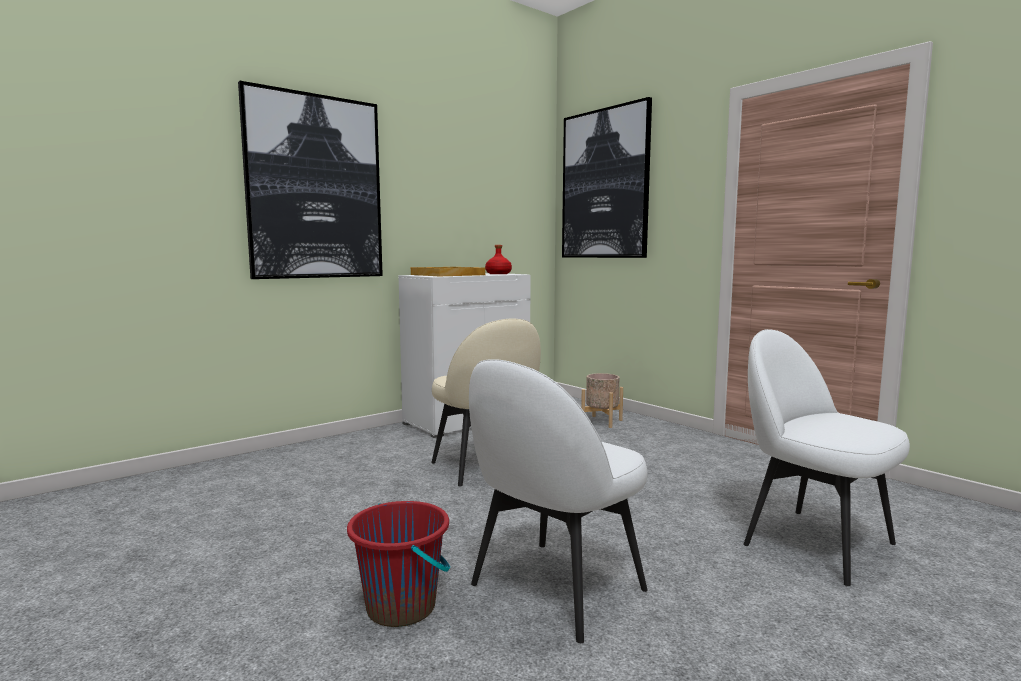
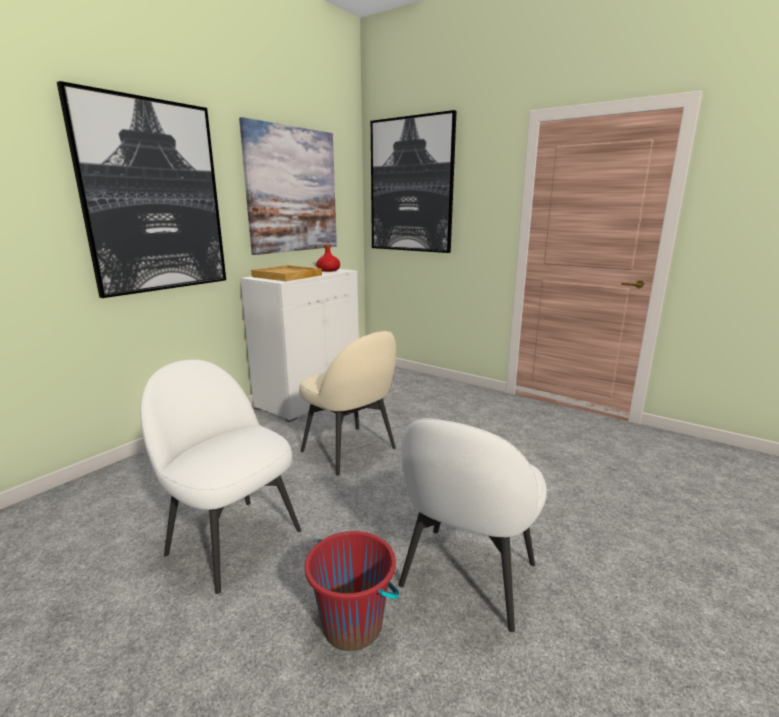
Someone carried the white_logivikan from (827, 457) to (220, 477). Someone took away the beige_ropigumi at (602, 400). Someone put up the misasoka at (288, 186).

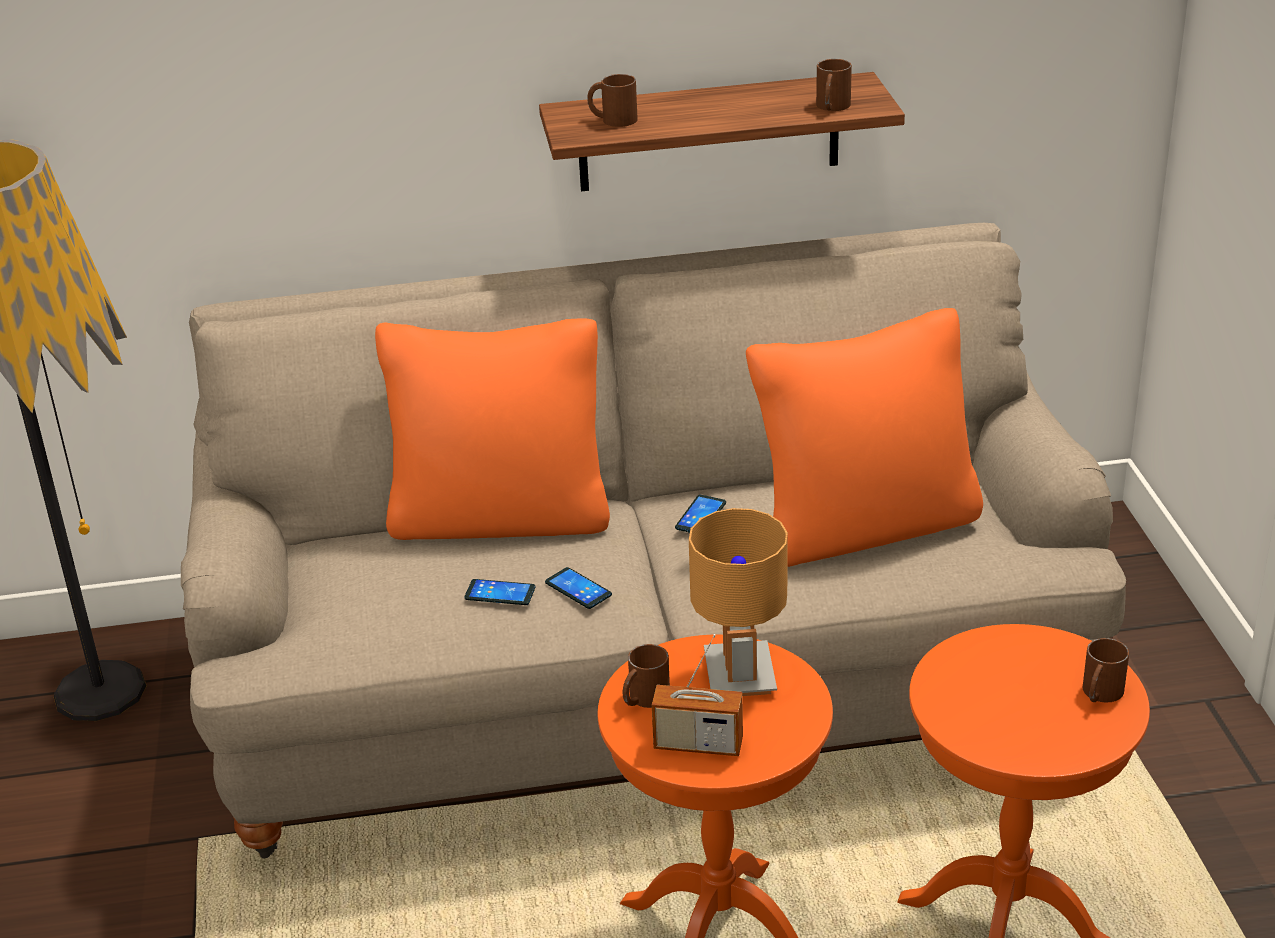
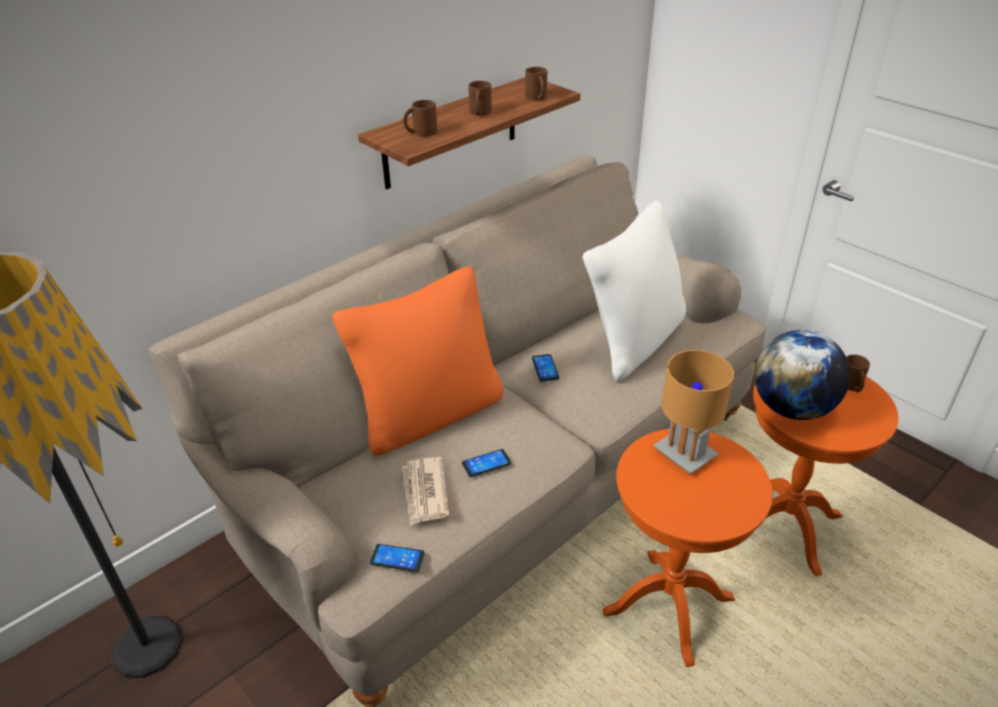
Someone repainted the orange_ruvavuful at (864, 437), which became the white_ruvavuful at (634, 291). Someone carried the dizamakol from (578, 588) to (397, 558). Someone took away the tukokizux at (697, 695). Someone carried the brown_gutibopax from (646, 676) to (480, 98). Someone put down the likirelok at (802, 375). Someone put down the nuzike at (425, 491).

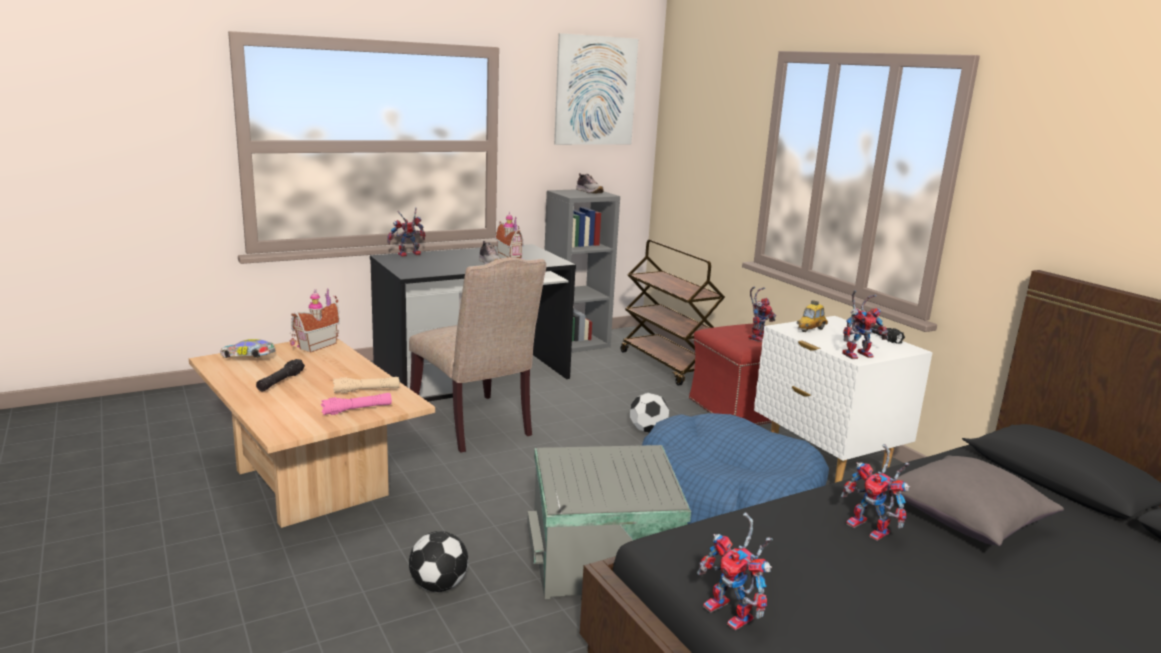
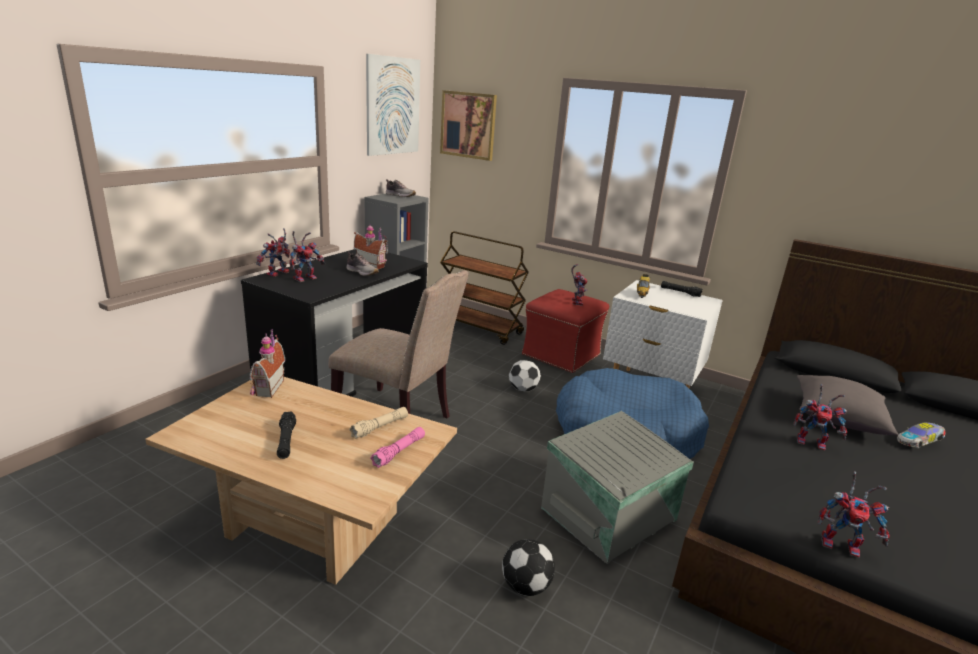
Someone carried the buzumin from (865, 324) to (307, 256). Someone carried the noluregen from (248, 348) to (921, 435). Someone put up the misasoka at (468, 125).

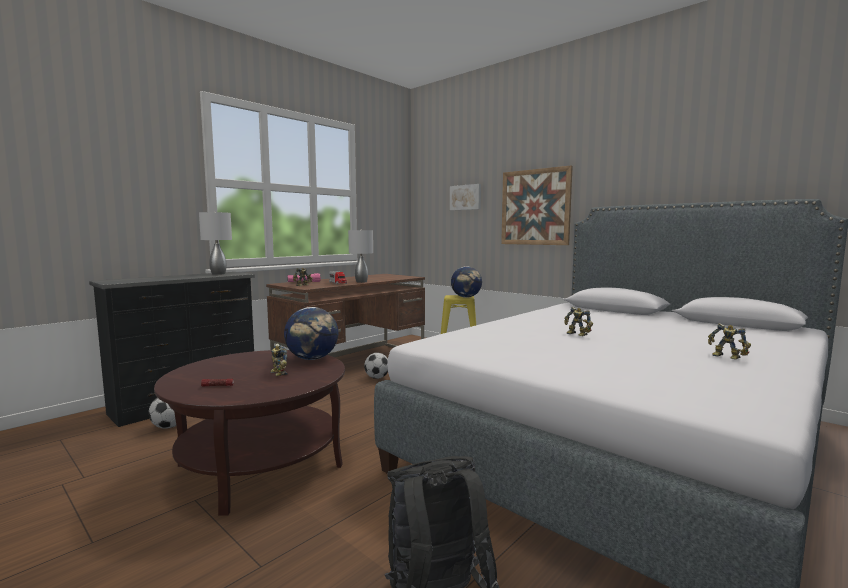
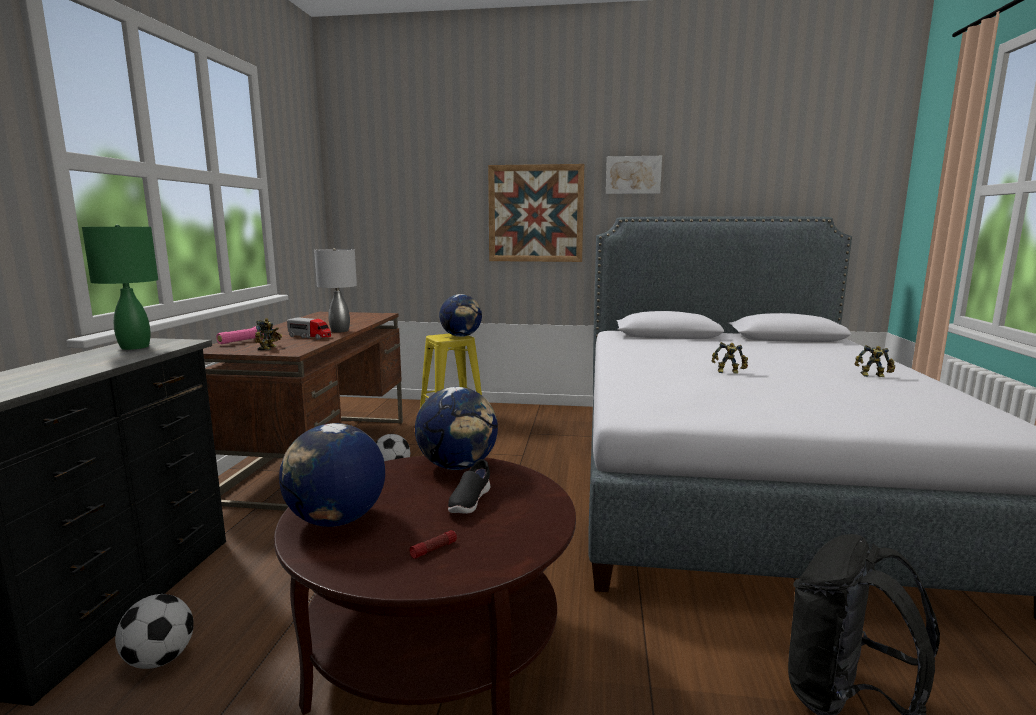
Someone carried the misasoka from (465, 197) to (634, 175). Someone repainted the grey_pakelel at (215, 243), which became the green_pakelel at (120, 287). Someone swapped the buzumin at (279, 359) for the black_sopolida at (469, 486). Someone put down the likirelok at (332, 475).

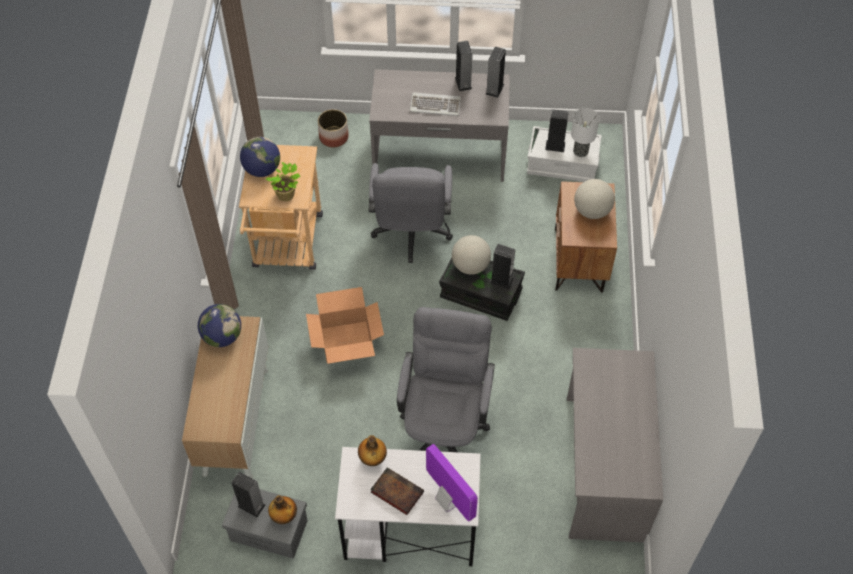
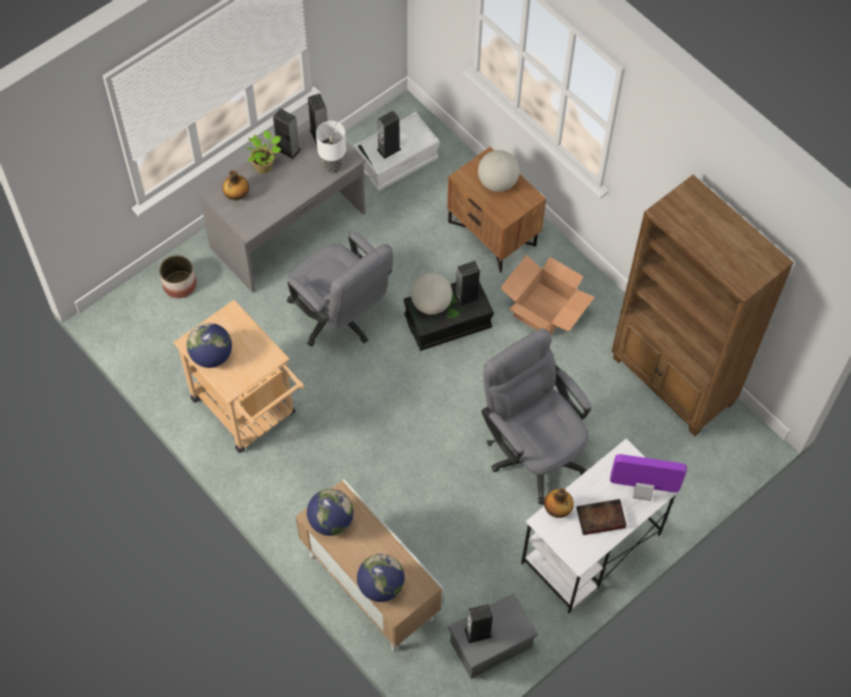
Someone took away the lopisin at (435, 104). Someone carried the pakelel from (585, 132) to (331, 147). Someone carried the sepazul from (283, 181) to (264, 152). Someone carried the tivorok from (345, 325) to (547, 294). Someone swapped the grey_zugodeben at (615, 445) for the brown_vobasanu at (703, 305). Someone carried the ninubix from (282, 509) to (236, 185). Someone put down the likirelok at (381, 578).

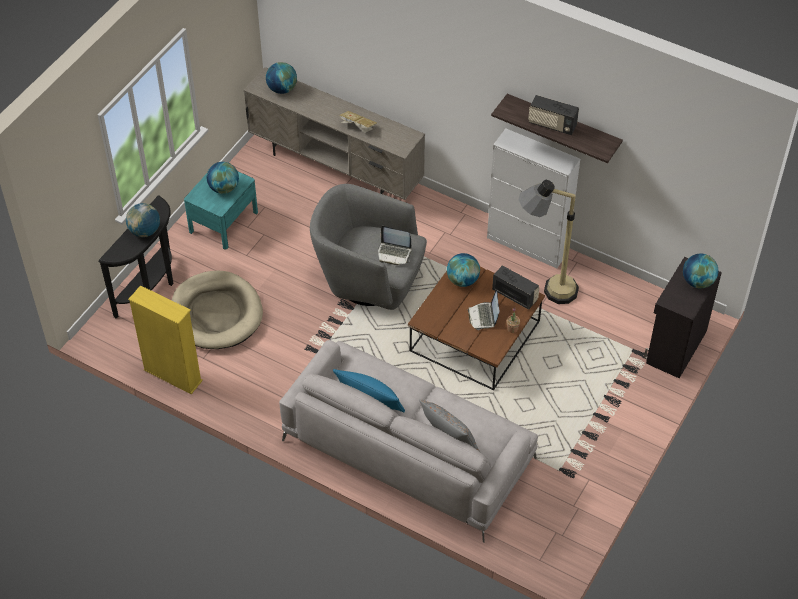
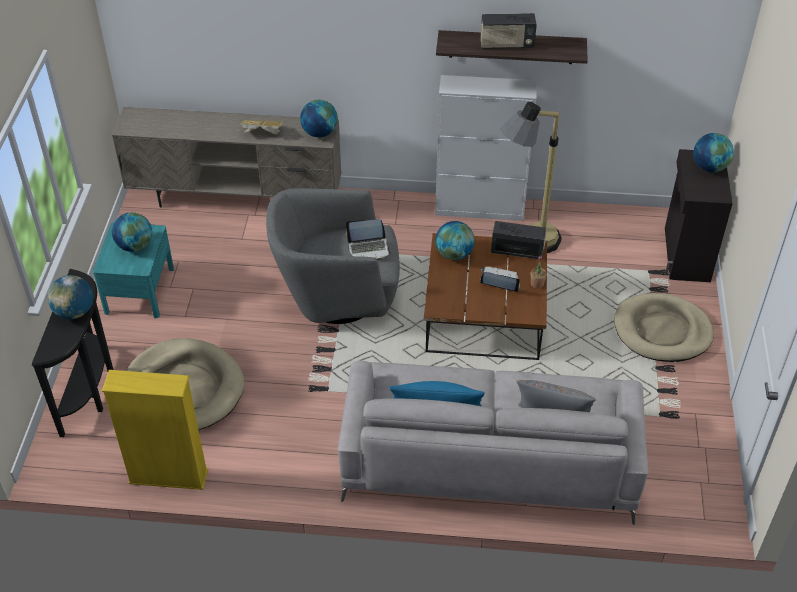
Someone carried the likirelok from (281, 78) to (319, 118). Someone rotated the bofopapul at (483, 309) by 135 degrees clockwise. Someone put down the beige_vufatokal at (664, 327).

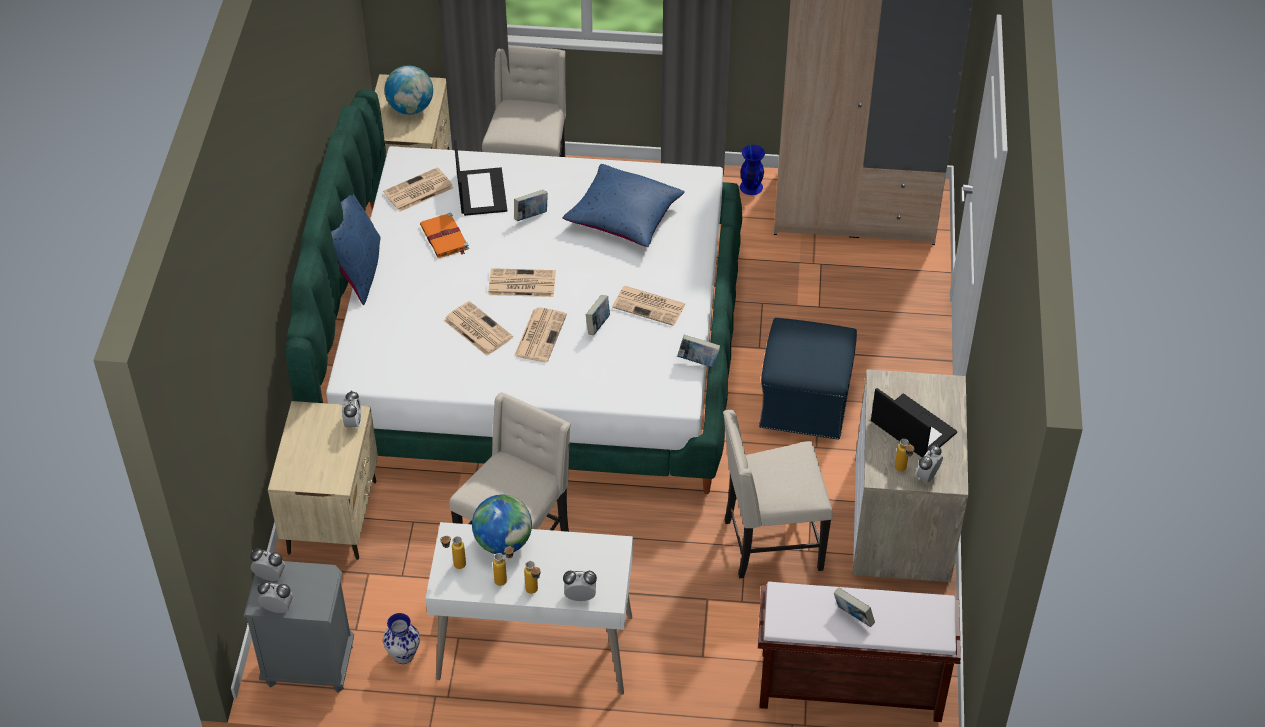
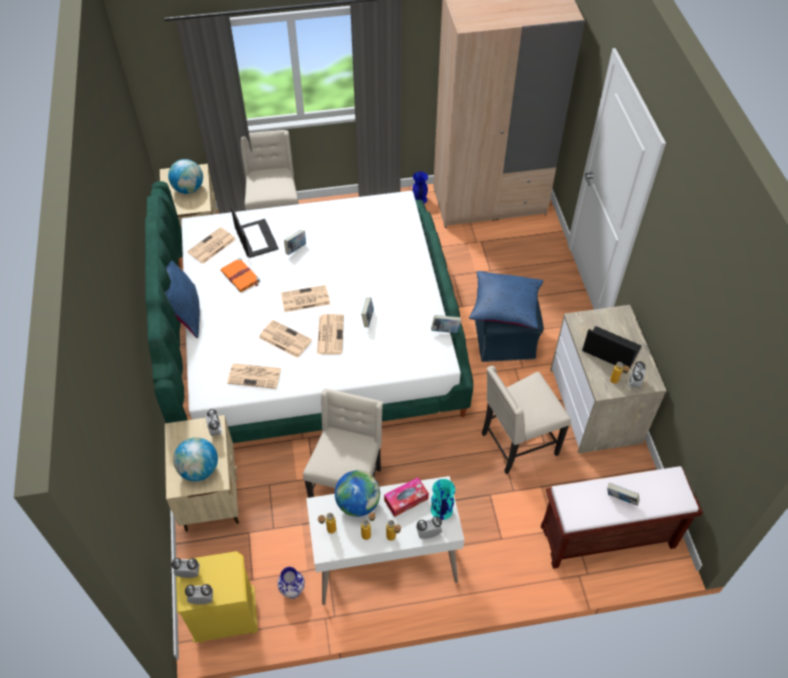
Someone carried the blue_ruvavuful from (624, 205) to (506, 300). Someone carried the nuzike from (648, 306) to (254, 376). Someone repainted the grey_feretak at (298, 627), which became the yellow_feretak at (217, 597). Someone put down the likirelok at (195, 459). Someone put down the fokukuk at (406, 497). Someone put down the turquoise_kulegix at (443, 499).

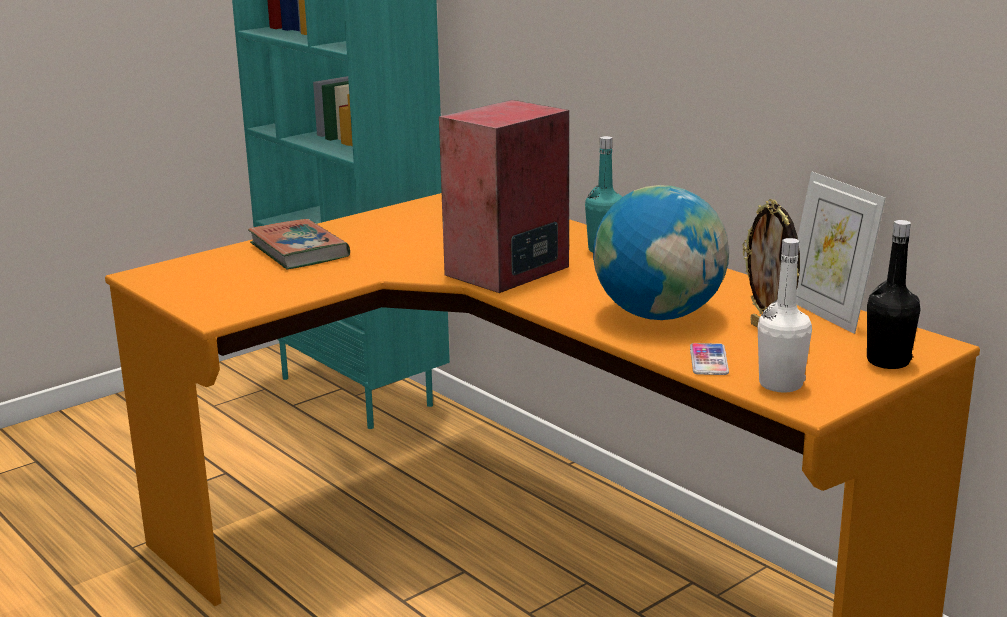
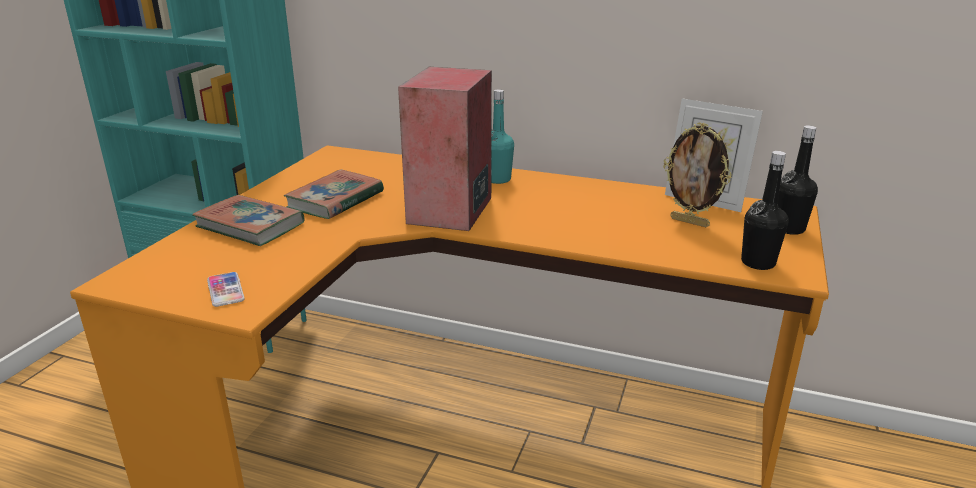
Someone took away the likirelok at (661, 252). Someone repainted the white_ninubix at (785, 315), which became the black_ninubix at (765, 210). Someone carried the dizamakol from (709, 359) to (226, 289). Someone put down the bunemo at (334, 194).

